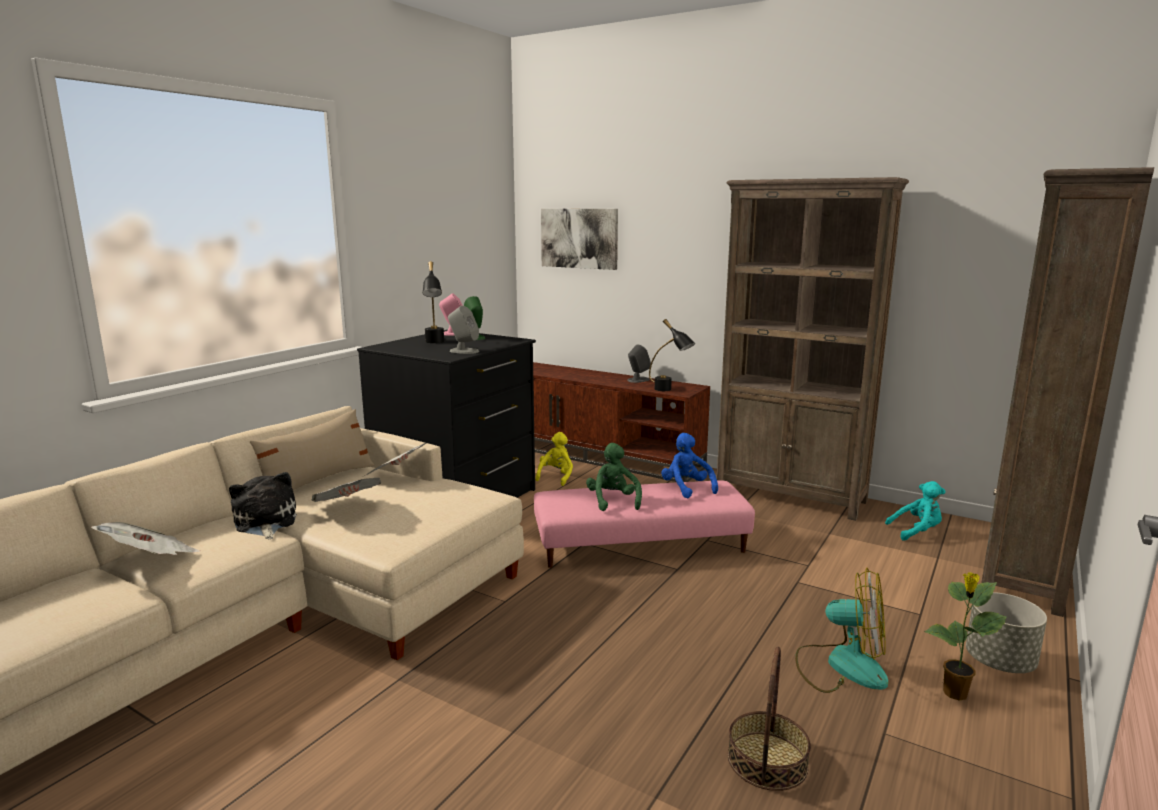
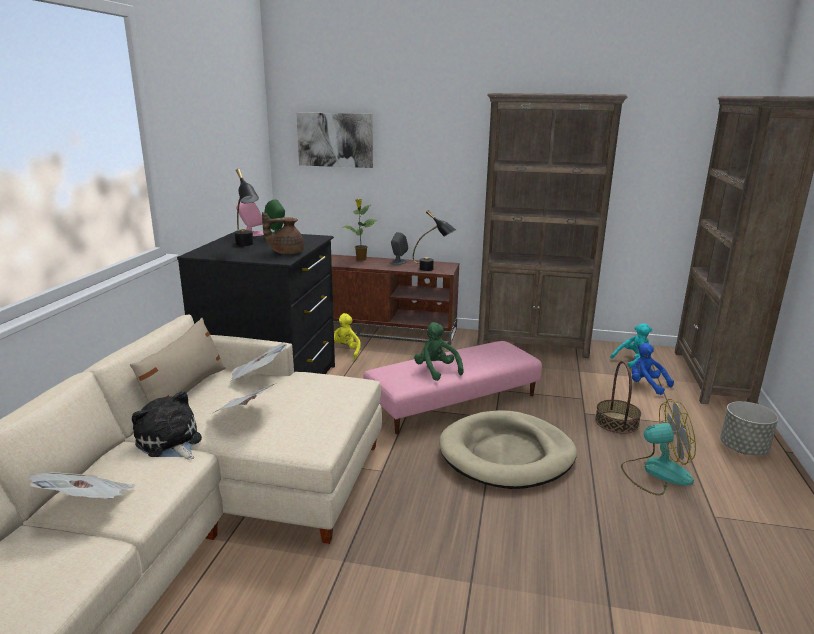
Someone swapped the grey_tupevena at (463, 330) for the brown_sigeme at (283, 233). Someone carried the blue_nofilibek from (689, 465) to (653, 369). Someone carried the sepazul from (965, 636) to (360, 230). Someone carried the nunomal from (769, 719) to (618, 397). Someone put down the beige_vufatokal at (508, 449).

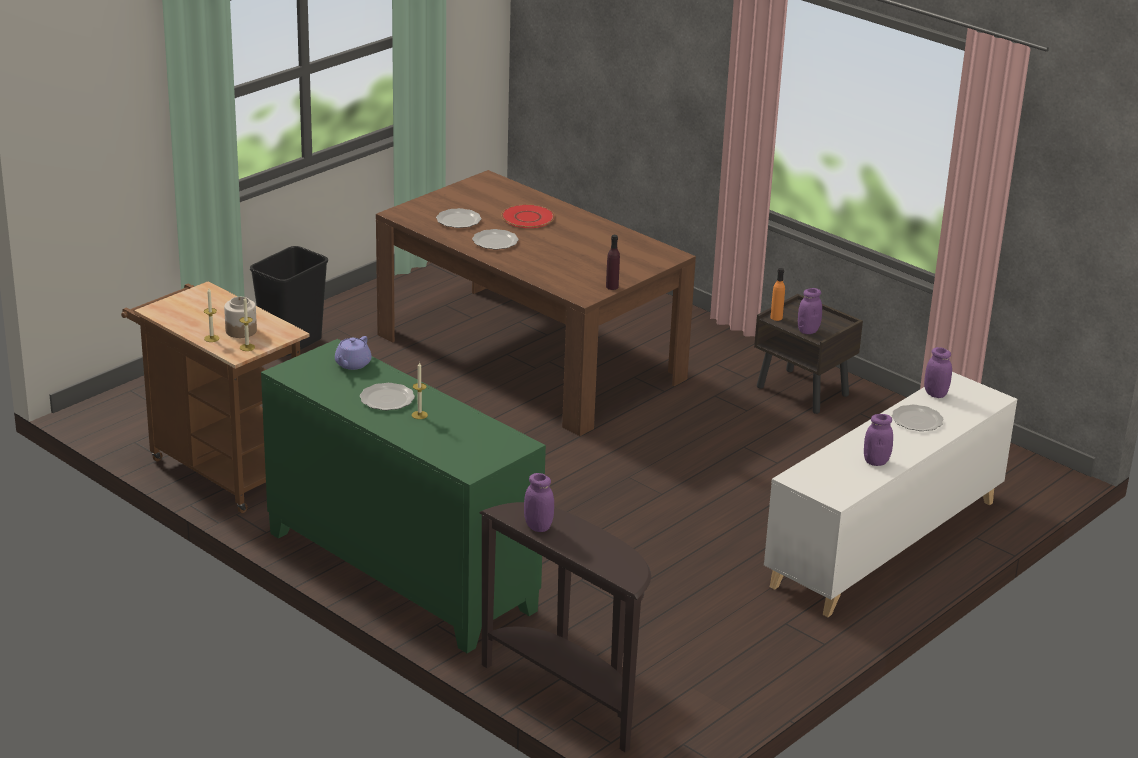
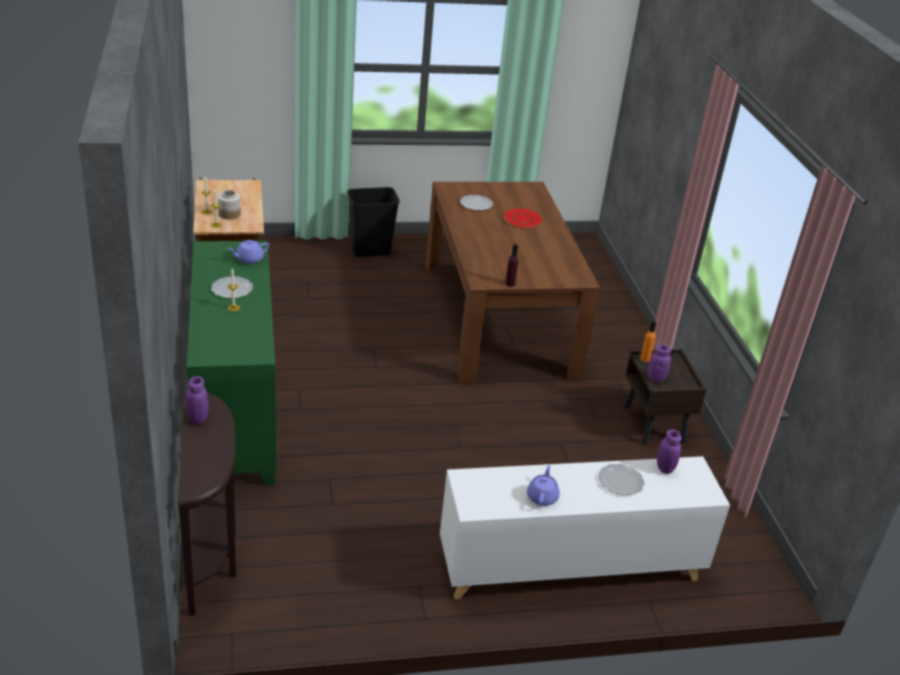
Someone took away the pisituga at (495, 239). Someone swapped the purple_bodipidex at (878, 440) for the purple_sigeme at (543, 485).

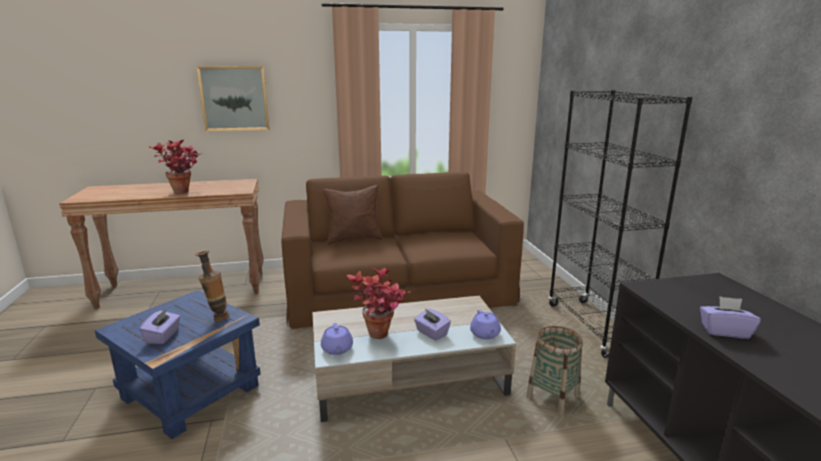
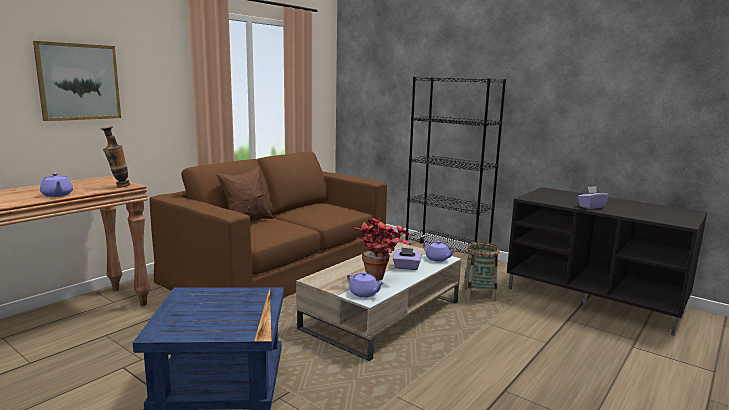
Someone swapped the sepazul at (174, 166) for the purple_sigeme at (56, 185). Someone carried the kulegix from (212, 286) to (115, 157). Someone took away the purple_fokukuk at (160, 326).

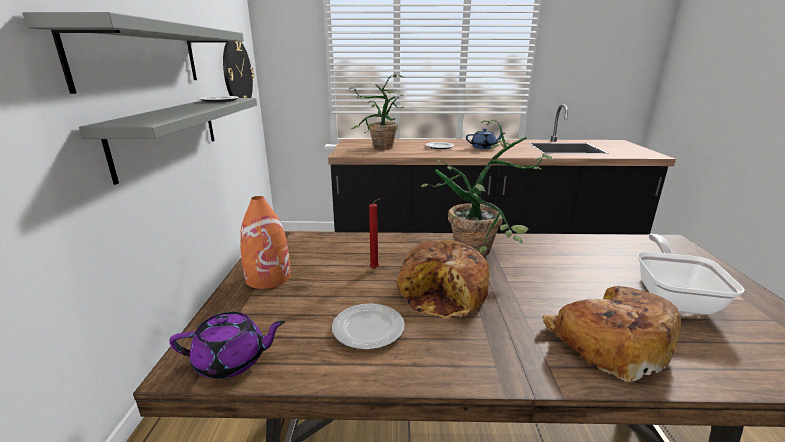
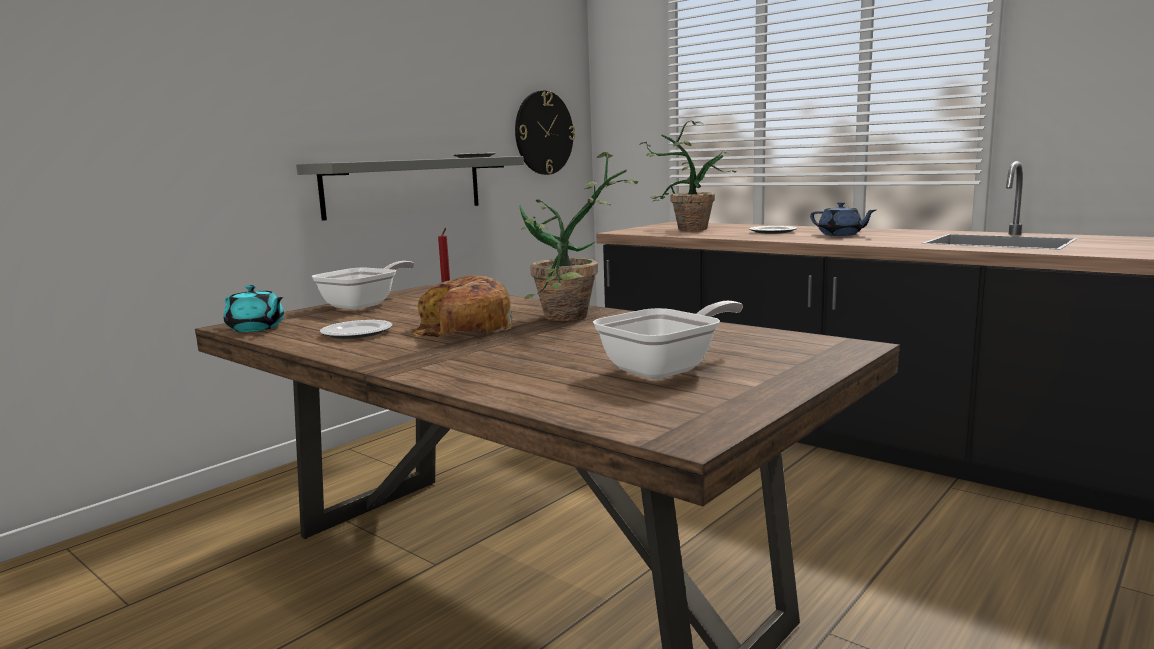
Someone took away the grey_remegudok at (133, 53). Someone swapped the orange_kulegix at (265, 242) for the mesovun at (363, 285). Someone took away the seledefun at (612, 334). Someone repainted the purple_sigeme at (227, 345), which became the turquoise_sigeme at (253, 308).

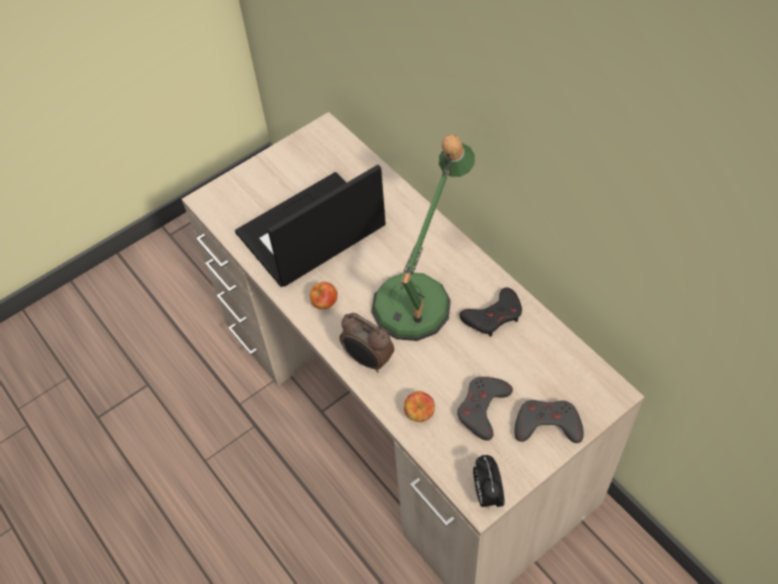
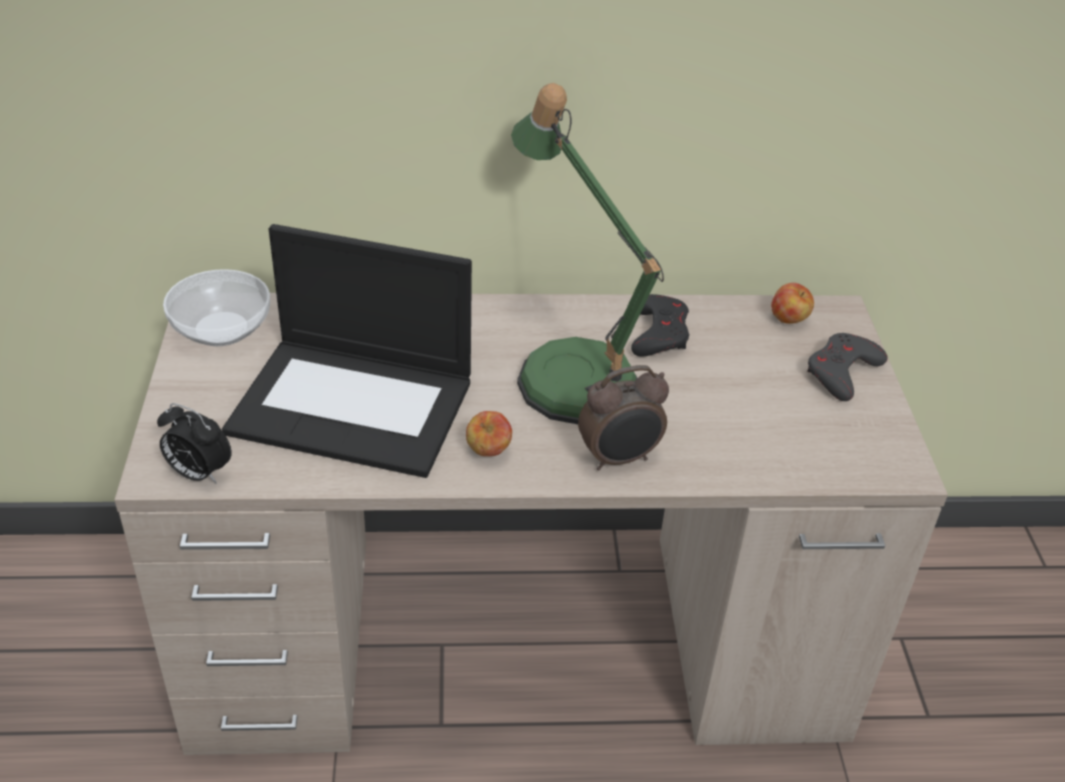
Someone rotated the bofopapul at (310, 226) by 75 degrees counterclockwise. Someone took away the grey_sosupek at (485, 408). Someone carried the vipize from (419, 406) to (792, 303). Someone carried the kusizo from (488, 482) to (194, 443). Someone put down the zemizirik at (216, 307).

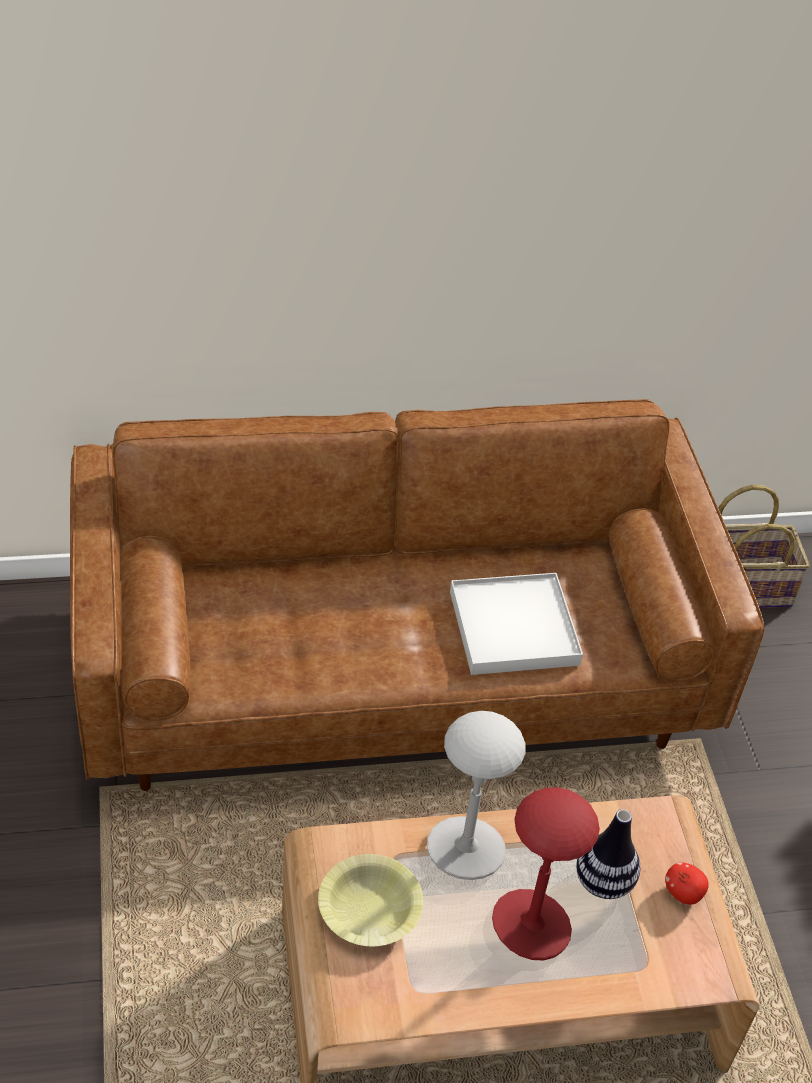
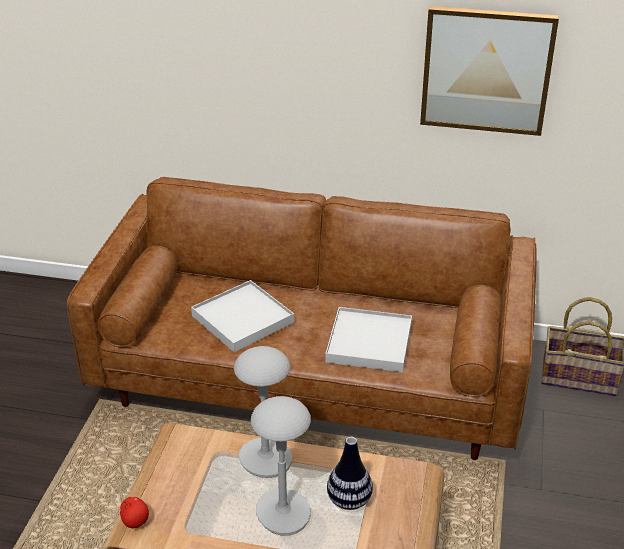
Someone repainted the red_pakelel at (546, 873), which became the grey_pakelel at (281, 466). Someone took away the yellow_zemizirik at (370, 900). Someone carried the vipize from (687, 883) to (134, 512). Someone put up the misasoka at (489, 71). Someone put down the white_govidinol at (242, 316).

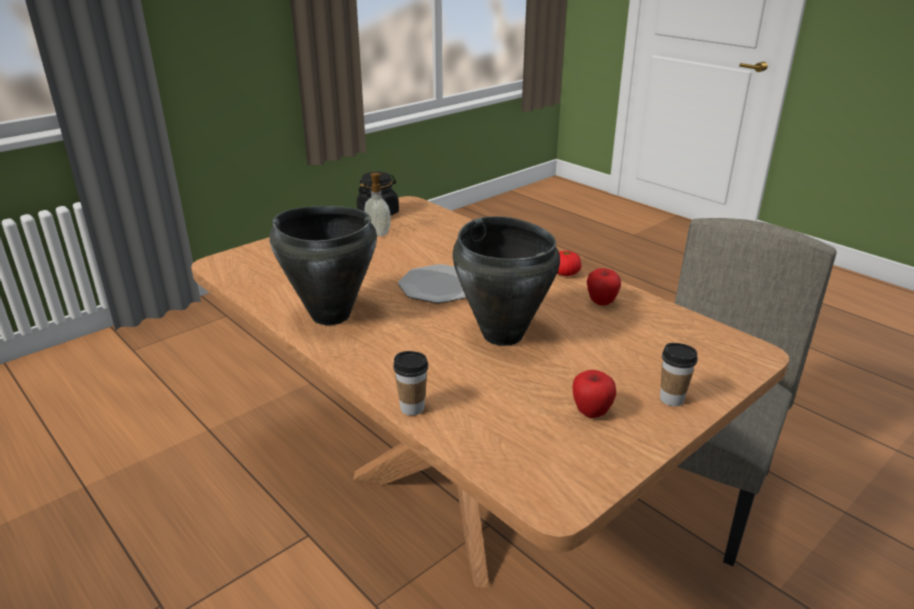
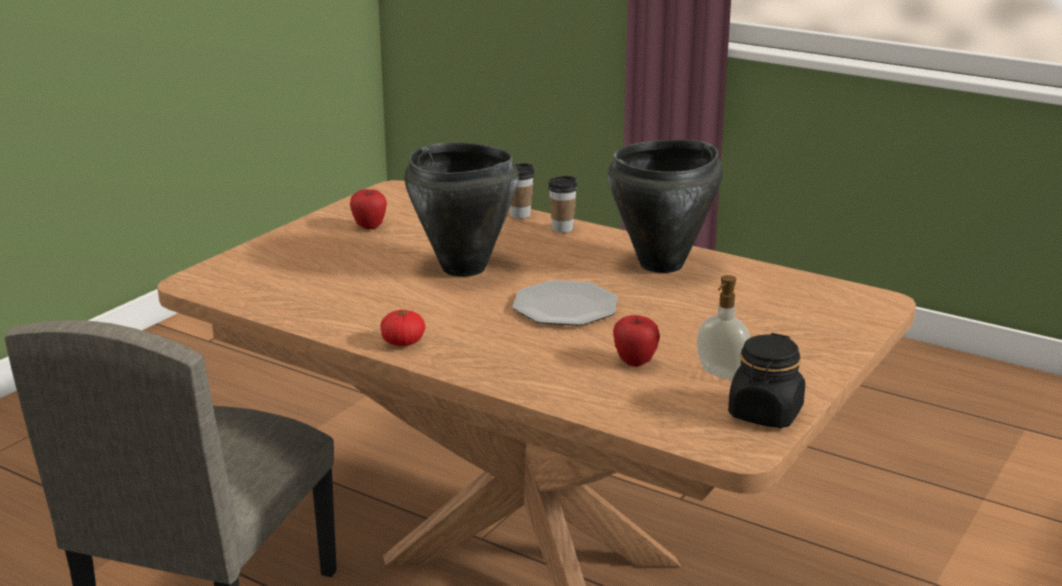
Someone carried the vipize from (604, 287) to (636, 341). Someone carried the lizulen from (679, 374) to (563, 204).

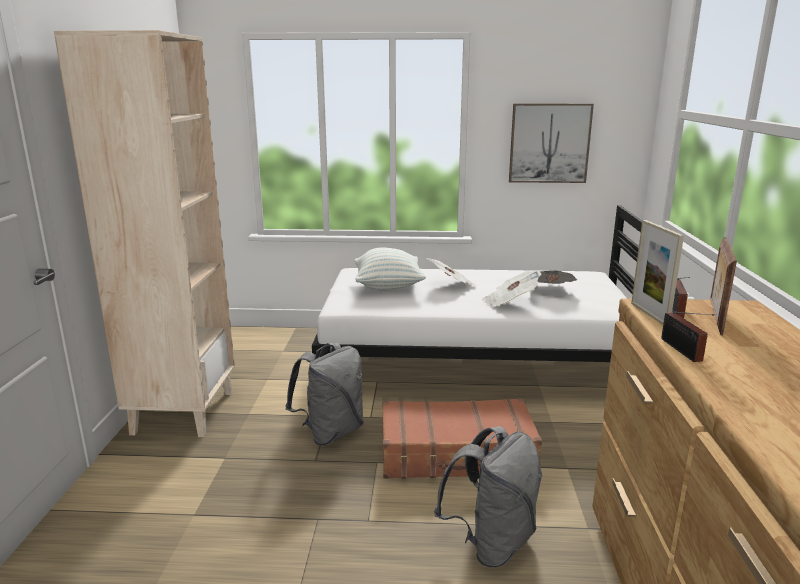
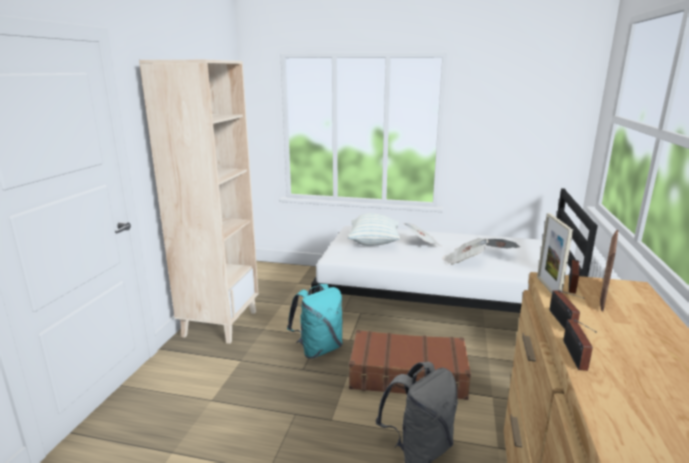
Someone took away the misasoka at (551, 143). Someone repainted the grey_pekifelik at (324, 394), which became the turquoise_pekifelik at (315, 321). Someone put down the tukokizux at (580, 345).

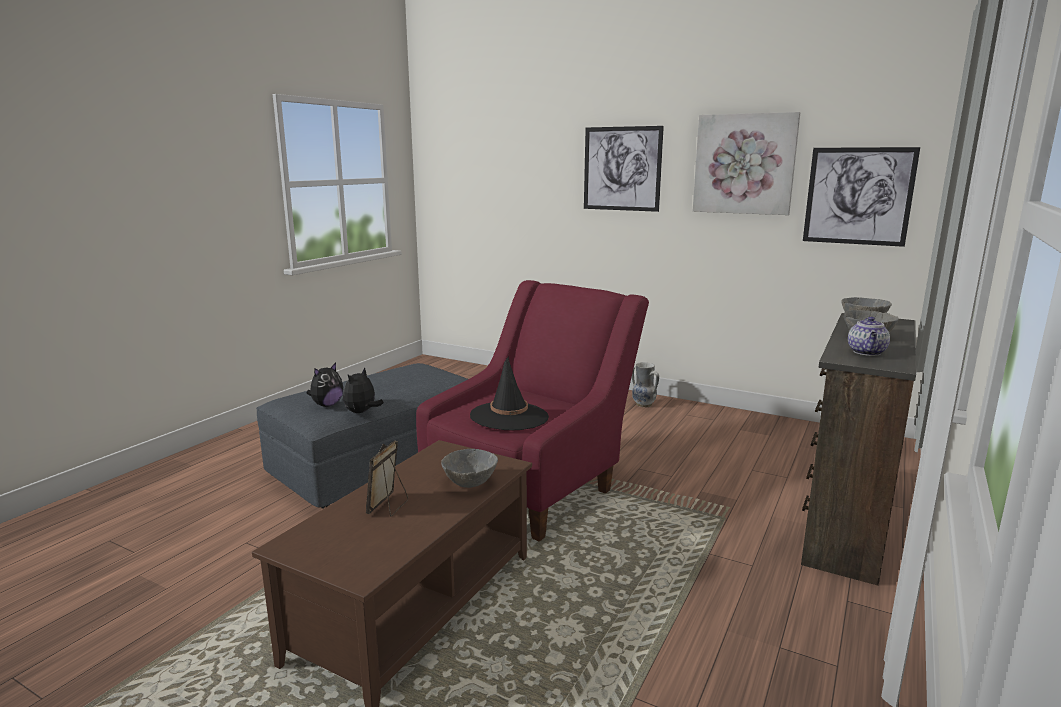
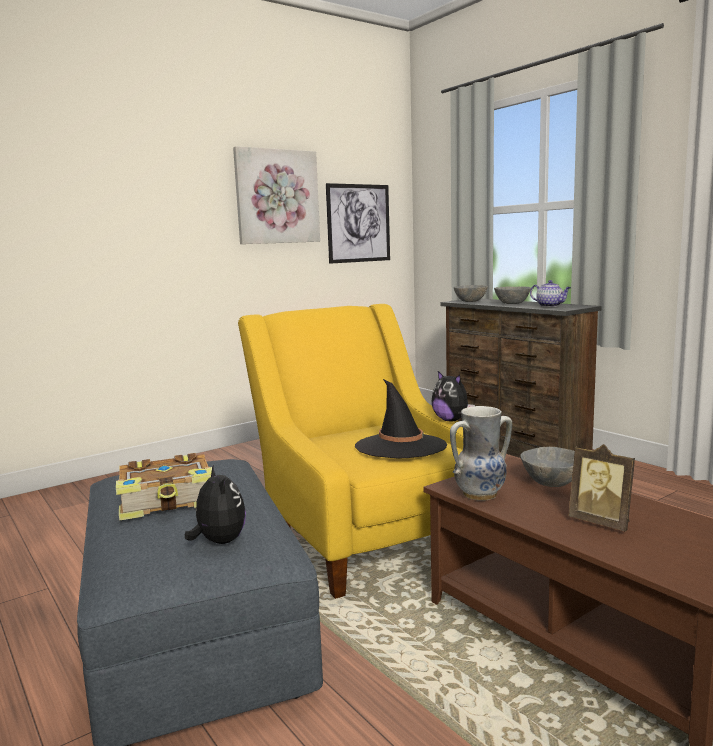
Someone took away the misasoka at (624, 169). Someone repainted the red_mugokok at (532, 410), which became the yellow_mugokok at (350, 451). Someone carried the kulegix from (645, 384) to (481, 453). Someone carried the nofilibek from (363, 390) to (453, 396). Someone put down the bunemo at (164, 487).

